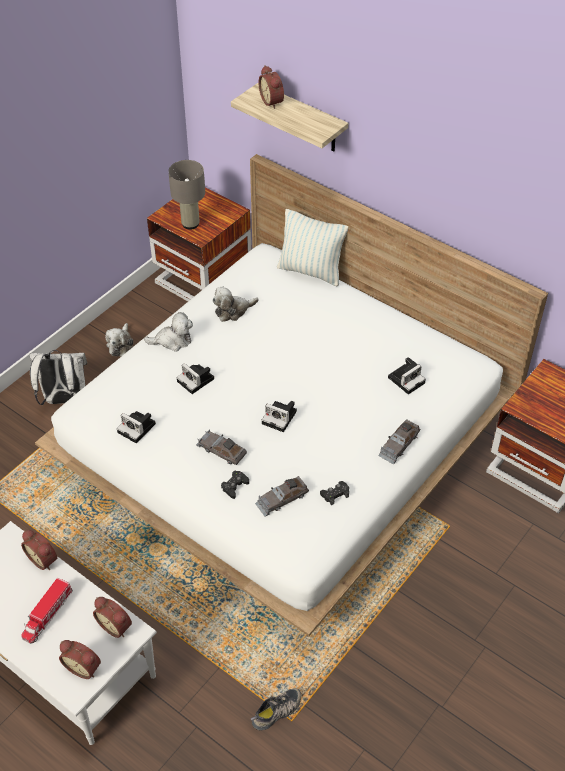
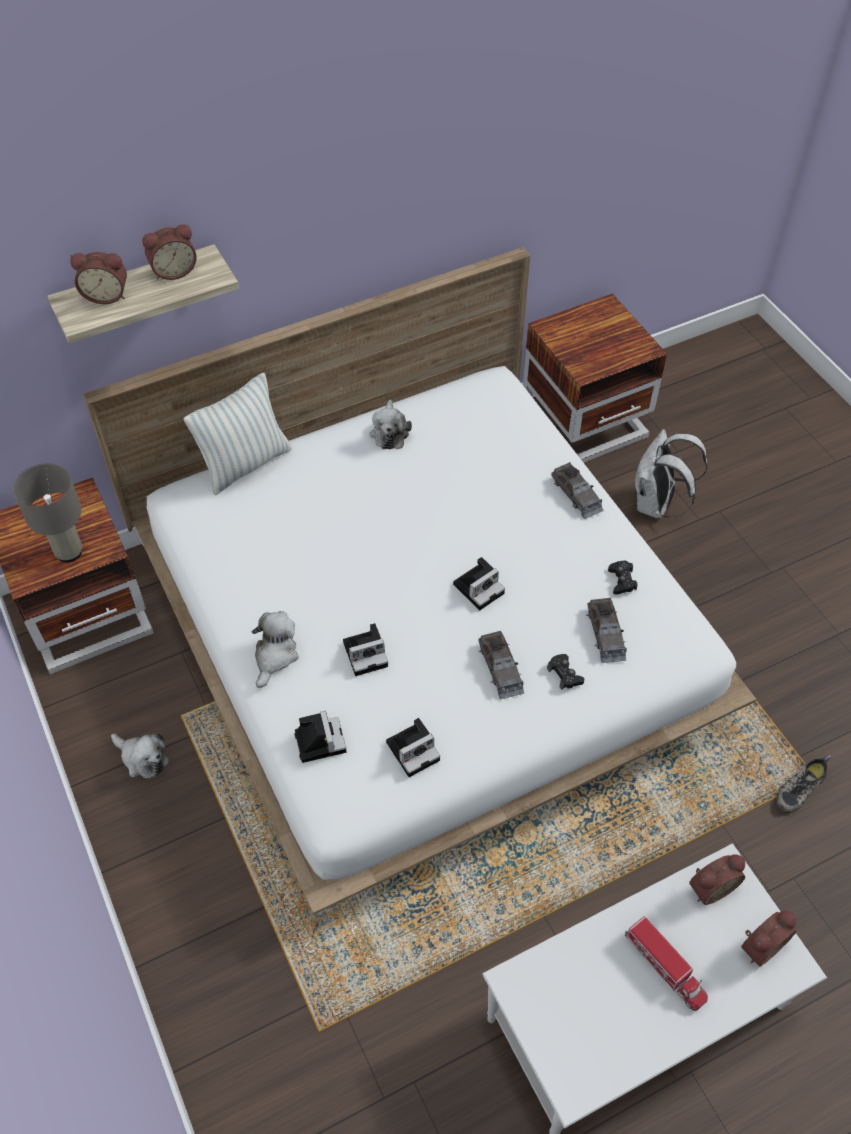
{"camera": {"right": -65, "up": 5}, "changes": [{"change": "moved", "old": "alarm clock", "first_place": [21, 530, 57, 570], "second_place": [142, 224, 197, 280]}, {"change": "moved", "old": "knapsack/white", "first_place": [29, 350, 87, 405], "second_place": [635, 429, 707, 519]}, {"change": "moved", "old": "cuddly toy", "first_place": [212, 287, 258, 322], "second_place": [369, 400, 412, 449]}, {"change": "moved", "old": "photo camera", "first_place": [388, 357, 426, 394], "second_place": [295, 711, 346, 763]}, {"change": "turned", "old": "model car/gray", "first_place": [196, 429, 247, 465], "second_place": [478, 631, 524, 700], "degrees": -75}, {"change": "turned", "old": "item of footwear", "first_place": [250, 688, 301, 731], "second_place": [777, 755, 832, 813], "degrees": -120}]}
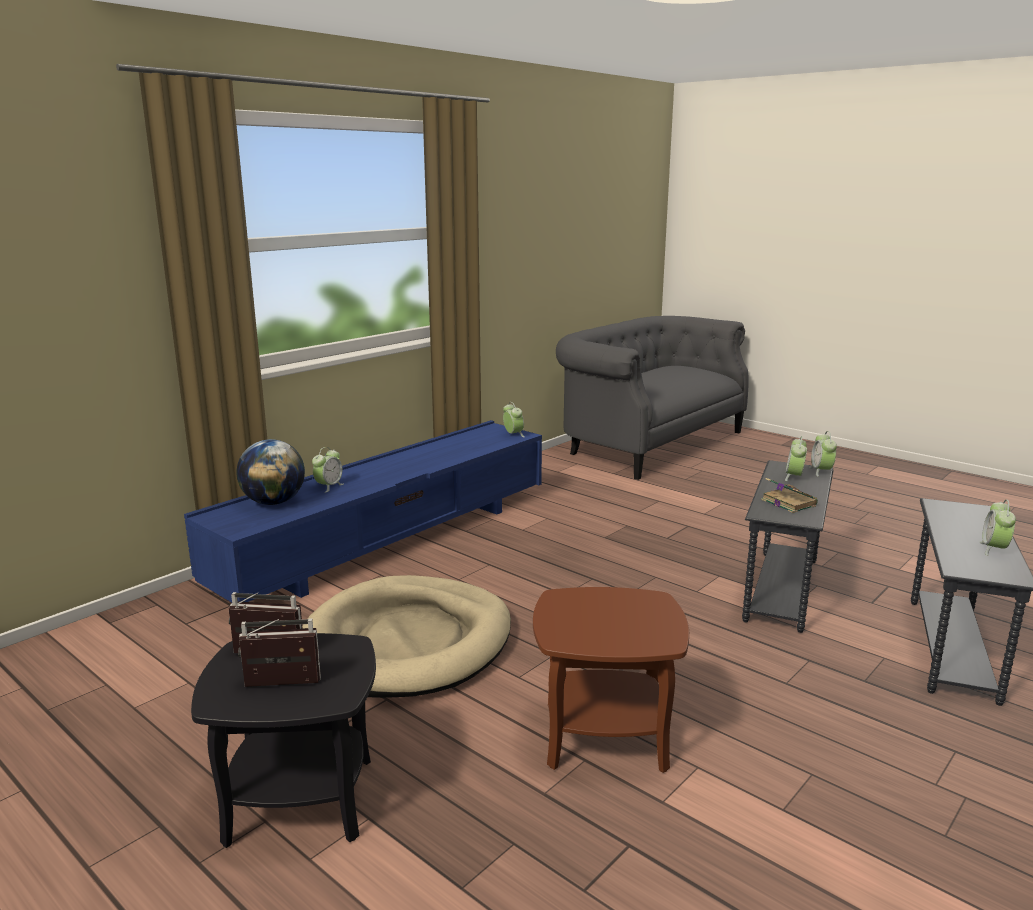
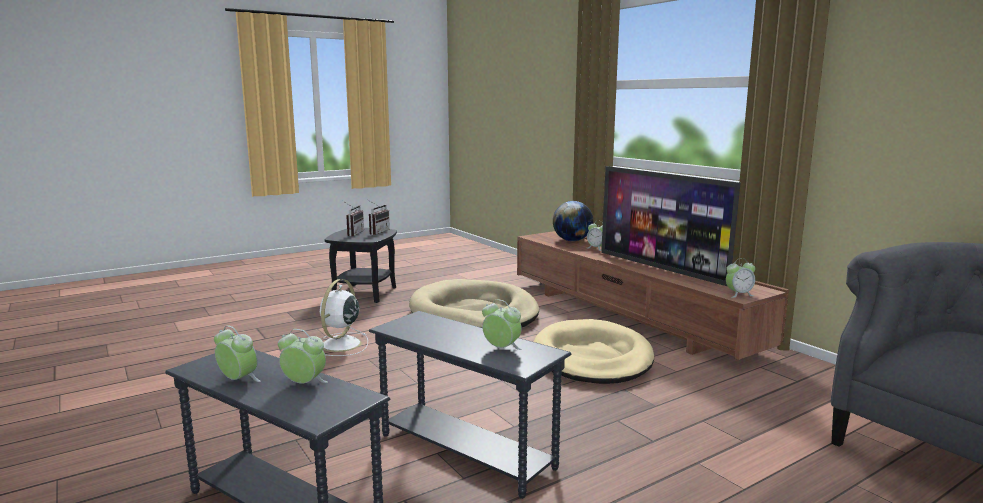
{"camera": {"right": 105, "up": -5}, "changes": [{"change": "removed", "old": "bound book", "first_place": [761, 478, 818, 513]}, {"change": "added", "new": "dog cushion/sand-coloured", "second_place": [534, 319, 654, 384]}, {"change": "added", "new": "TV set", "second_place": [601, 166, 740, 287]}, {"change": "moved", "old": "alarm clock", "first_place": [809, 431, 837, 477], "second_place": [278, 329, 328, 383]}, {"change": "replaced", "old": "side table/brown-coloured", "new": "electric fan/white", "first_place": [533, 587, 689, 773], "second_place": [320, 279, 368, 356]}, {"change": "recoloured", "old": "media console/bluish", "new": "media console/brown-coloured", "first_place": [184, 420, 542, 603], "second_place": [517, 231, 789, 360]}]}
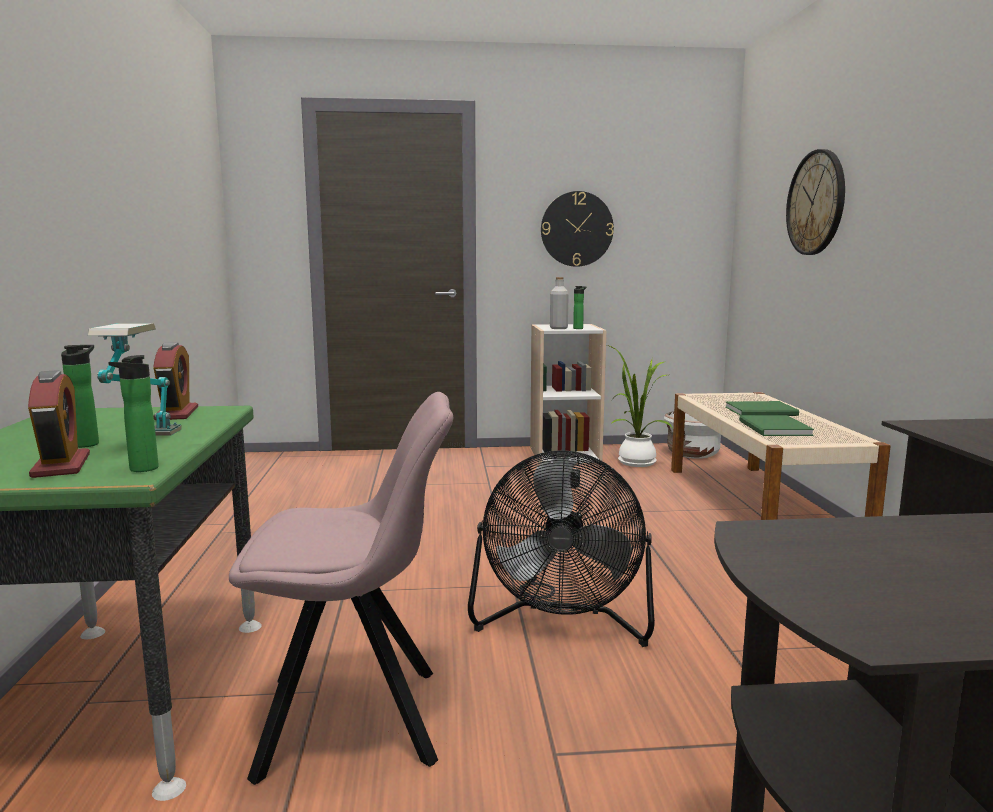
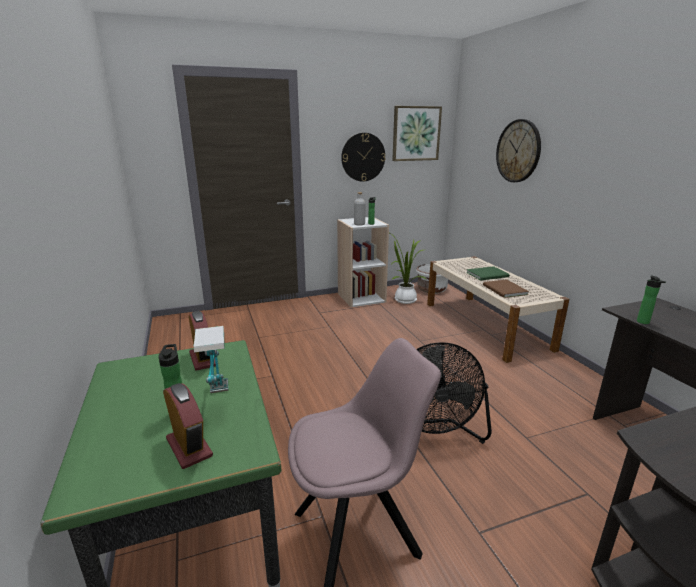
{"camera": {"right": -15, "up": 10}, "changes": [{"change": "added", "new": "wall picture", "second_place": [392, 106, 442, 161]}, {"change": "moved", "old": "beverage bottle", "first_place": [108, 355, 159, 472], "second_place": [637, 276, 666, 324]}, {"change": "recoloured", "old": "bound book/green-coloured", "new": "bound book/brown-coloured", "first_place": [739, 415, 814, 436], "second_place": [483, 280, 529, 298]}]}
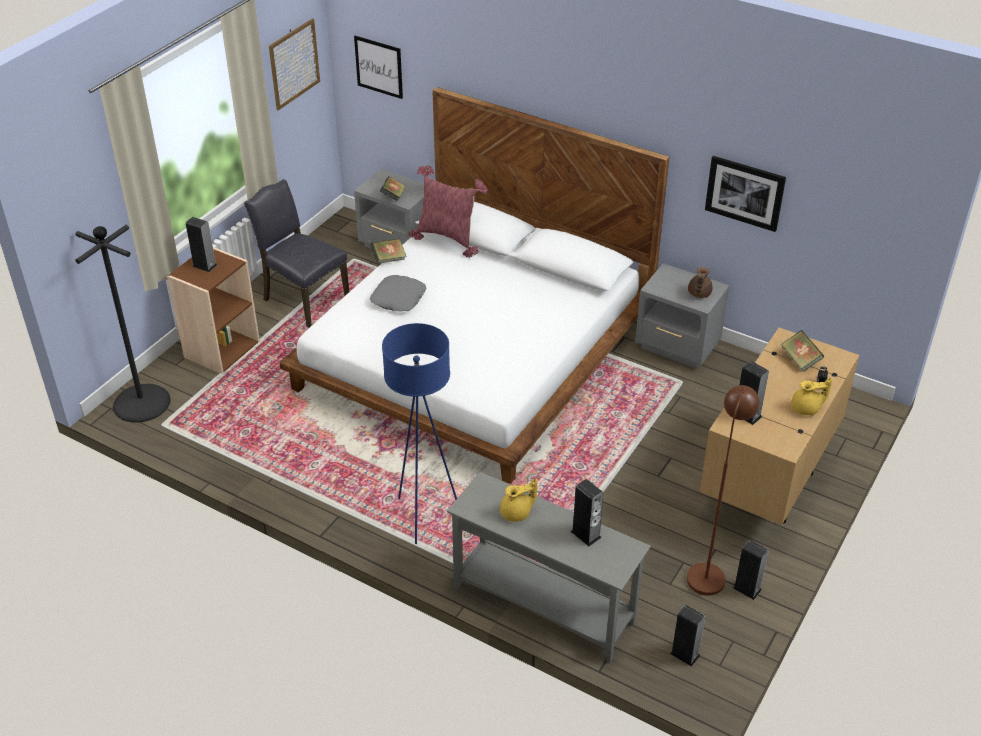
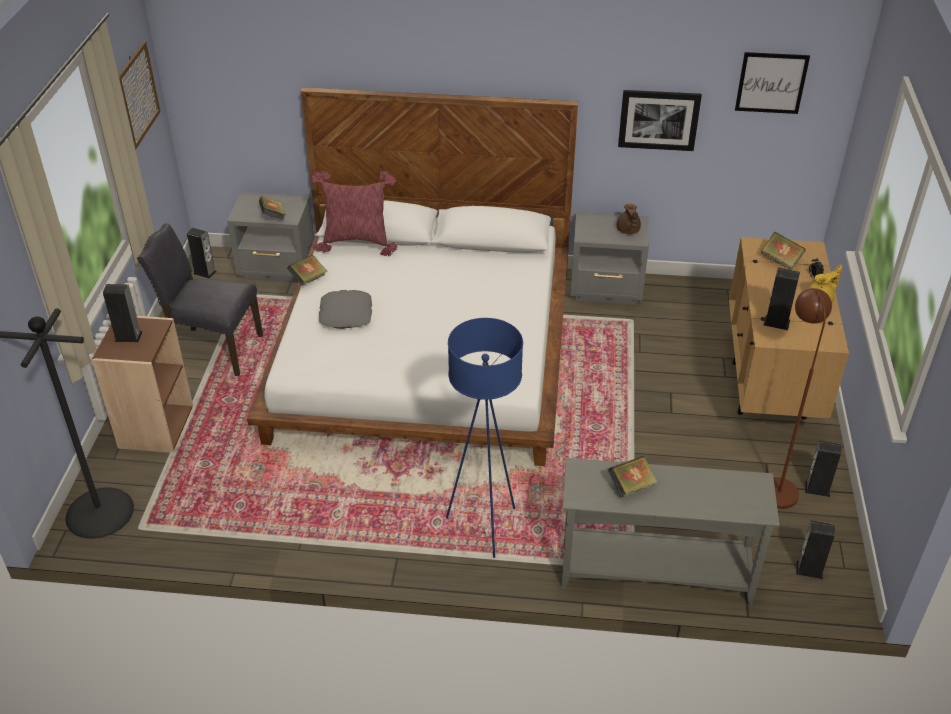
{"camera": {"right": -25, "up": 0}, "changes": [{"change": "moved", "old": "wall picture", "first_place": [354, 36, 403, 99], "second_place": [735, 52, 810, 114]}, {"change": "moved", "old": "audio speaker", "first_place": [571, 479, 603, 546], "second_place": [187, 228, 217, 279]}, {"change": "replaced", "old": "tea pot/yellow", "new": "bound book", "first_place": [500, 478, 537, 522], "second_place": [608, 456, 658, 497]}]}
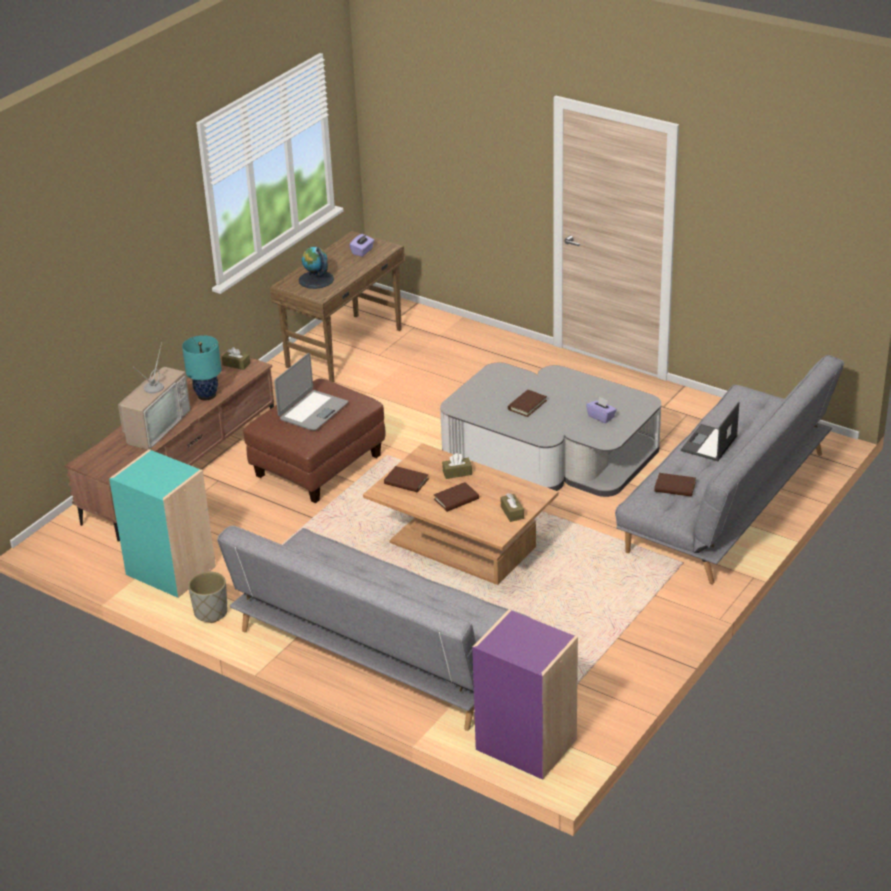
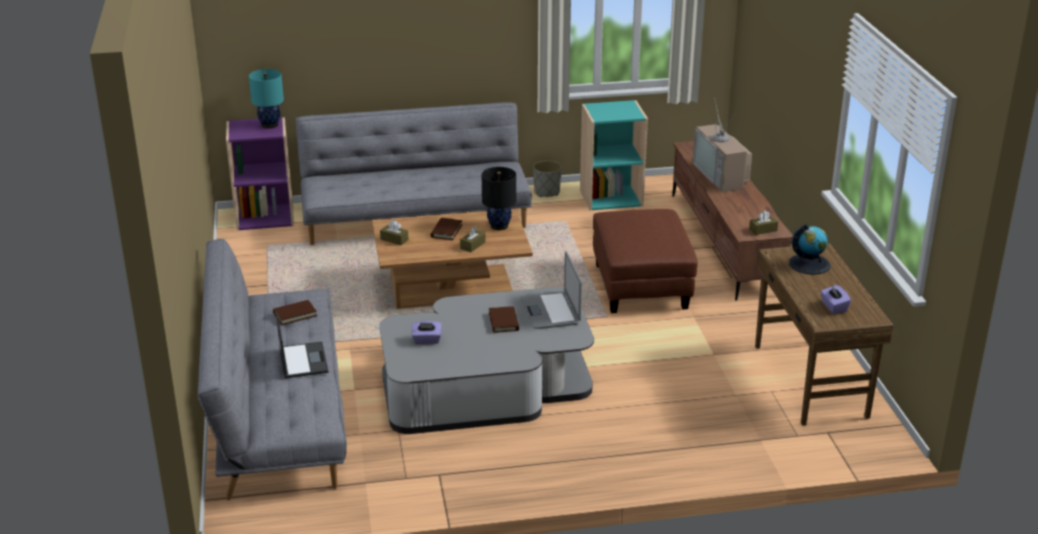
{"camera": {"right": 135, "up": -5}, "changes": [{"change": "moved", "old": "table lamp/turquoise", "first_place": [182, 335, 221, 401], "second_place": [249, 69, 284, 129]}, {"change": "moved", "old": "notebook computer", "first_place": [274, 353, 348, 430], "second_place": [520, 252, 582, 329]}, {"change": "replaced", "old": "bound book/brown-coloured", "new": "table lamp/black", "first_place": [384, 466, 428, 492], "second_place": [482, 167, 516, 230]}]}
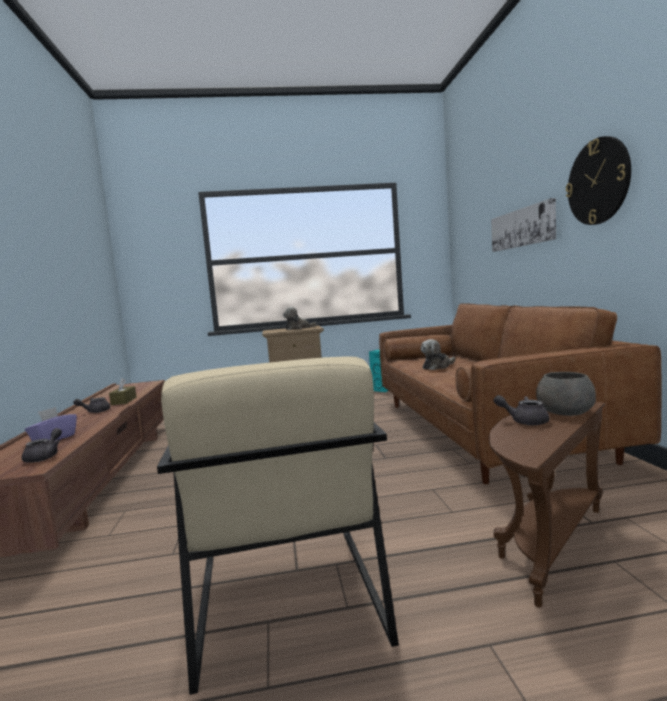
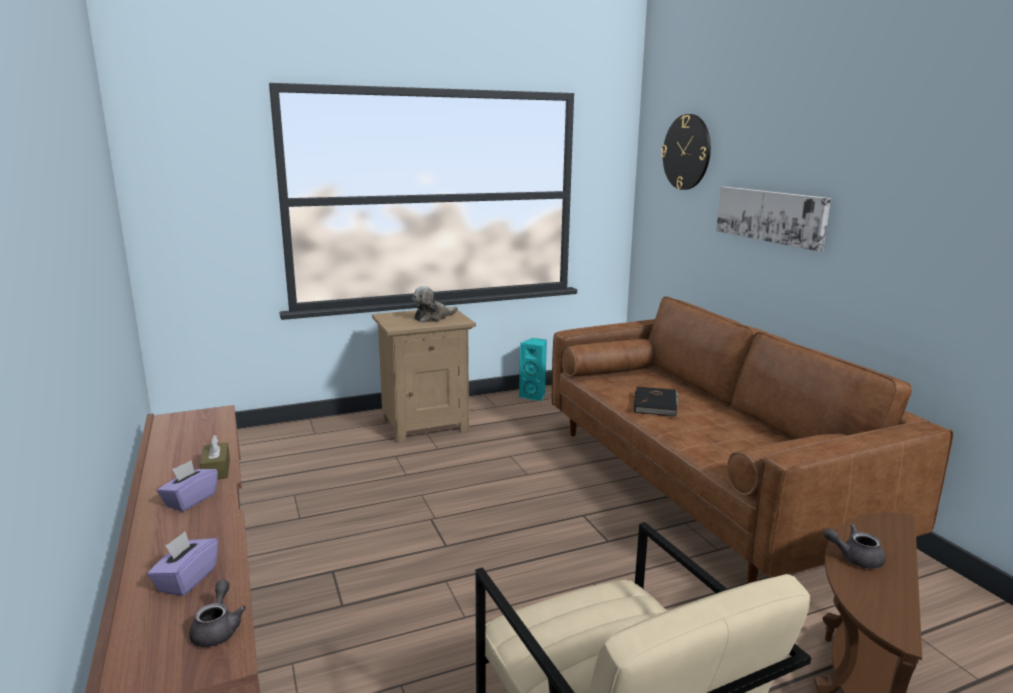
{"camera": {"right": -15, "up": 10}, "changes": [{"change": "removed", "old": "deep dish/gray", "first_place": [536, 372, 596, 416]}, {"change": "moved", "old": "hanging clock", "first_place": [566, 136, 631, 225], "second_place": [661, 114, 711, 190]}, {"change": "replaced", "old": "tea pot/gray", "new": "tissue holder/purplish", "first_place": [73, 397, 110, 413], "second_place": [157, 460, 218, 512]}, {"change": "replaced", "old": "cuddly toy", "new": "bound book/black", "first_place": [421, 339, 455, 370], "second_place": [634, 386, 679, 416]}]}
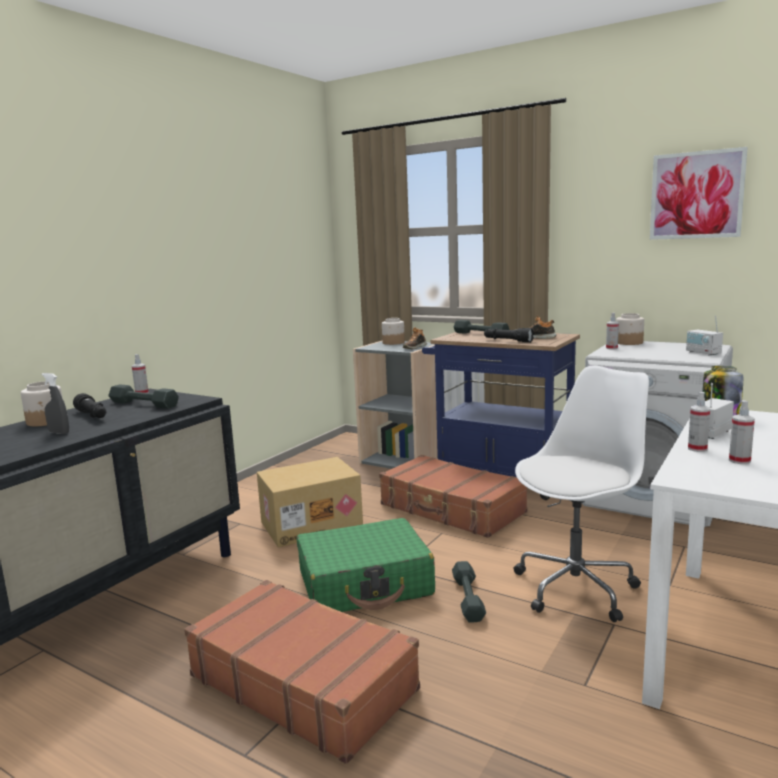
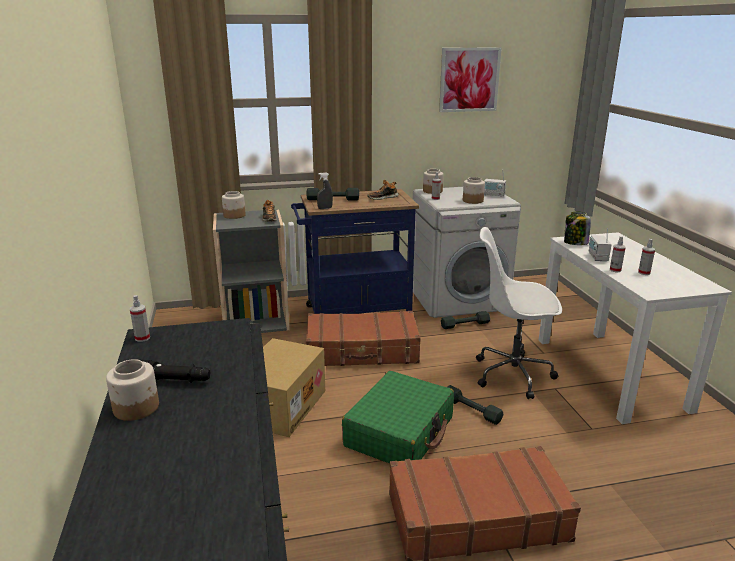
{"camera": {"right": -45, "up": 10}, "changes": [{"change": "removed", "old": "torch/black", "first_place": [484, 328, 534, 343]}, {"change": "added", "new": "storage jar", "second_place": [463, 177, 485, 204]}, {"change": "moved", "old": "sprayer/gray", "first_place": [41, 373, 69, 434], "second_place": [317, 172, 333, 209]}, {"change": "moved", "old": "hand weight/gray", "first_place": [108, 385, 179, 409], "second_place": [441, 311, 490, 329]}, {"change": "turned", "old": "desk chair/white", "first_place": [513, 366, 649, 622], "second_place": [476, 227, 562, 399], "degrees": -90}]}
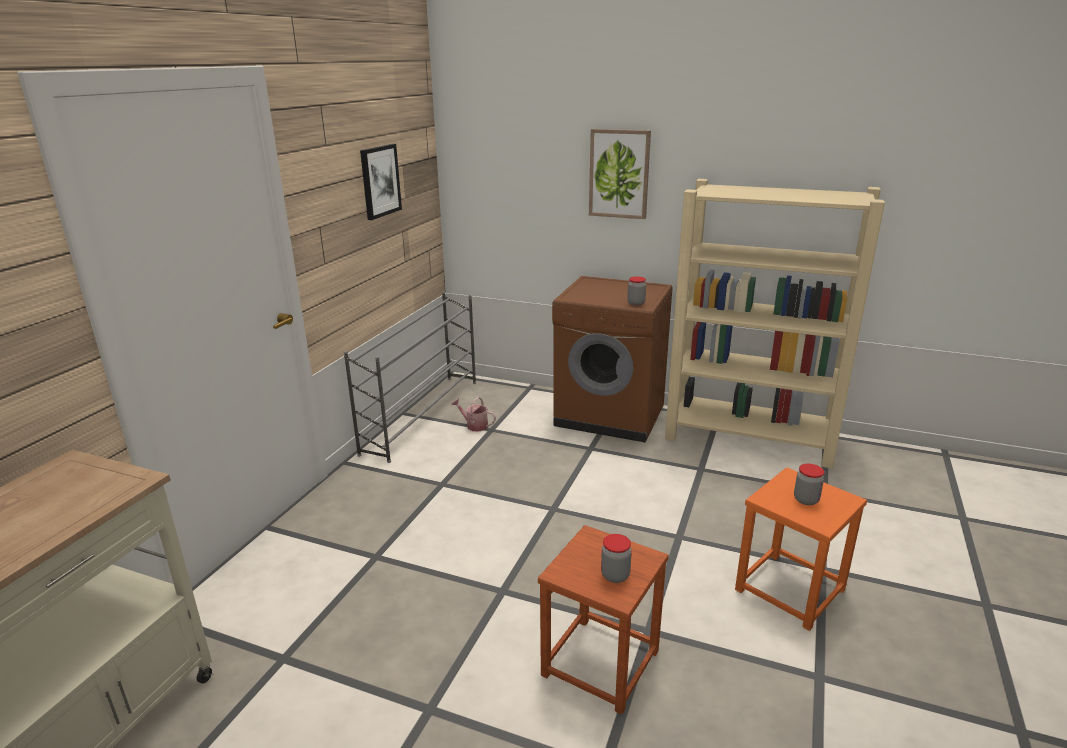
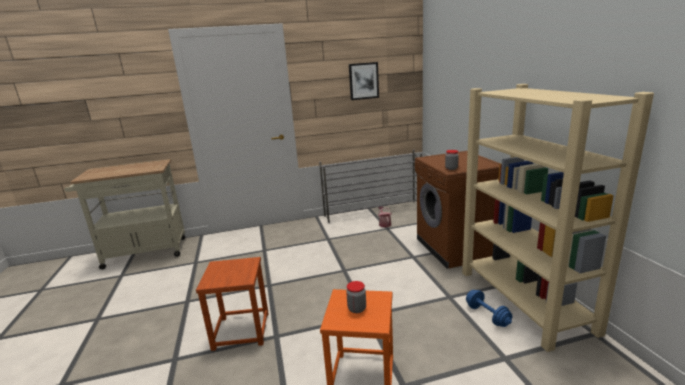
{"camera": {"right": 55, "up": -5}, "changes": [{"change": "removed", "old": "wall picture", "first_place": [589, 129, 651, 219]}, {"change": "removed", "old": "storage jar", "first_place": [601, 534, 632, 583]}, {"change": "added", "new": "hand weight/bluish", "second_place": [466, 290, 512, 327]}]}
